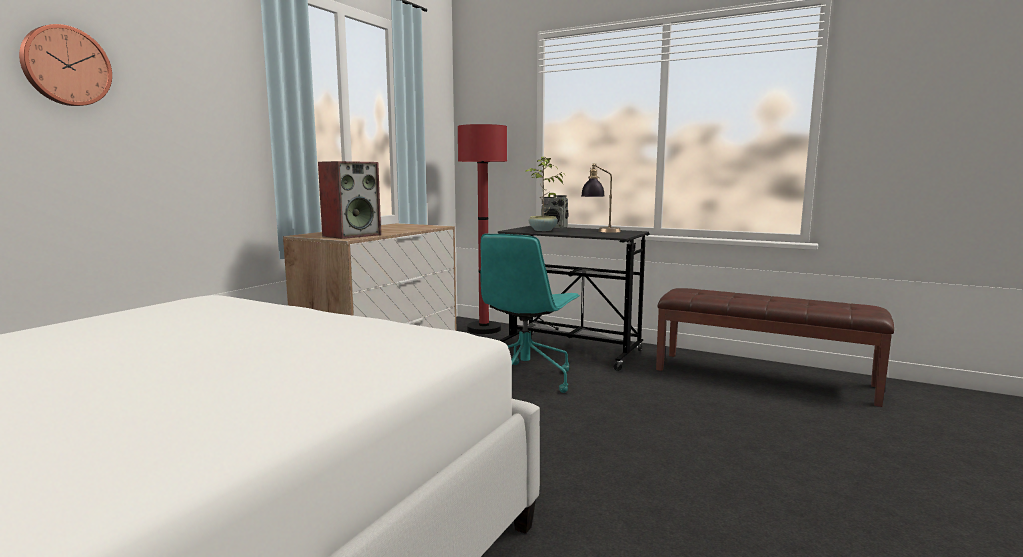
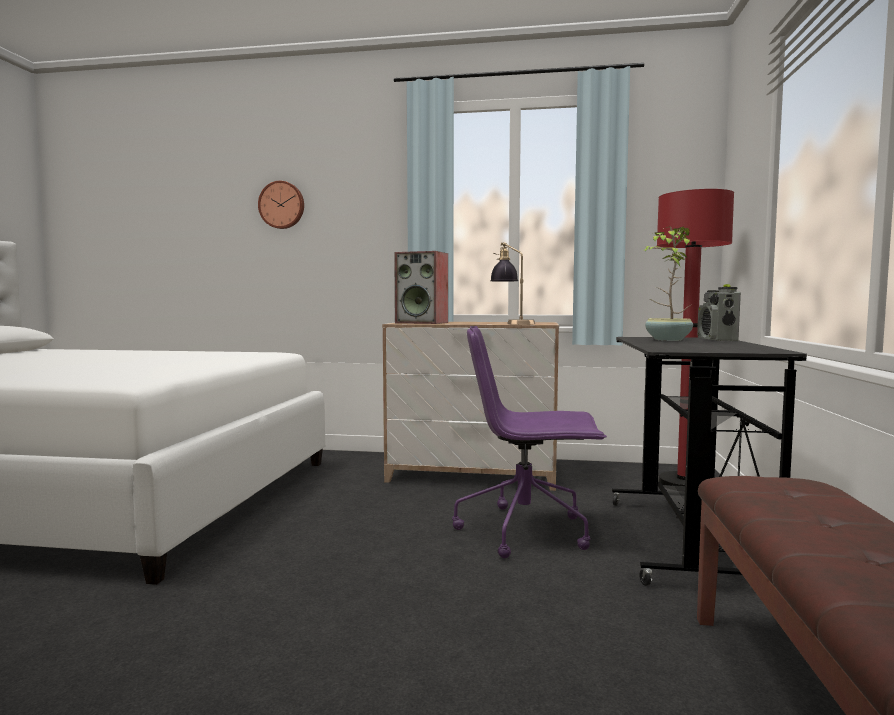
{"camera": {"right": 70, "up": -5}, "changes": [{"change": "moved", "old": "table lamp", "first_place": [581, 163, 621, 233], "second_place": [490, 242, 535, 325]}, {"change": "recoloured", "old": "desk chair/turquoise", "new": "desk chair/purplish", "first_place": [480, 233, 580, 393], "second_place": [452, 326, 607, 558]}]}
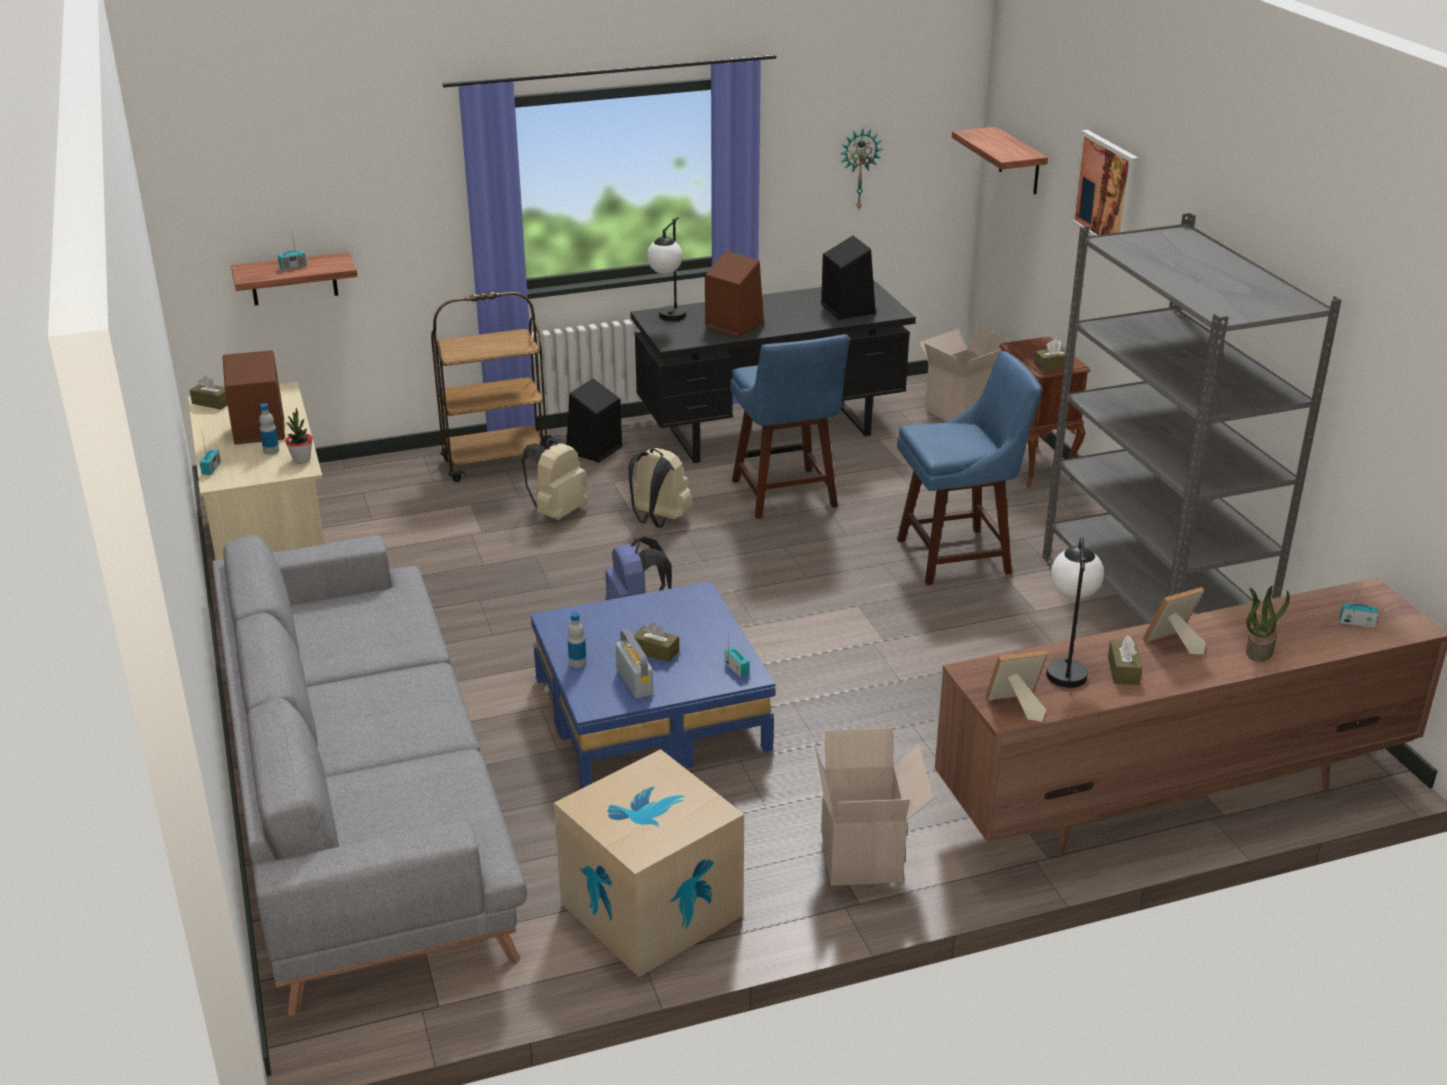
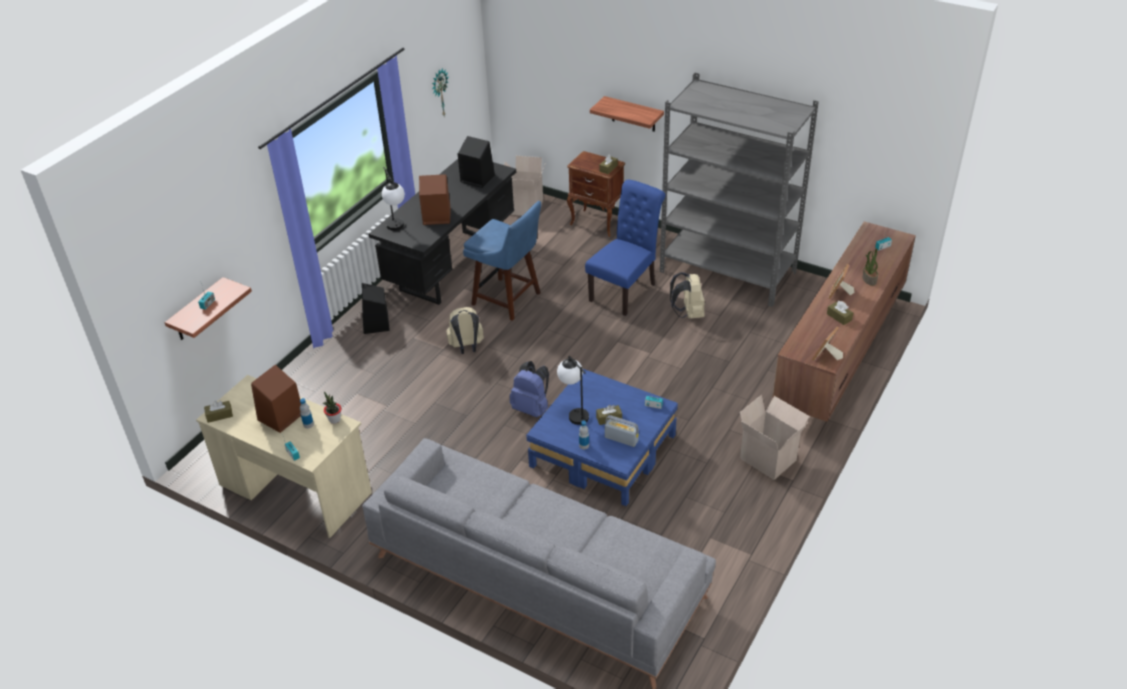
{"camera": {"right": -40, "up": 10}, "changes": [{"change": "removed", "old": "cart/brown-coloured", "first_place": [431, 292, 547, 482]}, {"change": "removed", "old": "cardboard box", "first_place": [554, 749, 744, 977]}, {"change": "removed", "old": "wall picture", "first_place": [1071, 130, 1138, 236]}, {"change": "moved", "old": "knapsack/sand-coloured", "first_place": [522, 435, 588, 520], "second_place": [670, 272, 705, 318]}, {"change": "moved", "old": "bracket shelf", "first_place": [952, 127, 1048, 194], "second_place": [590, 96, 664, 132]}, {"change": "moved", "old": "table lamp", "first_place": [1046, 537, 1104, 688], "second_place": [557, 356, 589, 425]}, {"change": "replaced", "old": "stool/bluish", "new": "plain chair/bluish", "first_place": [897, 351, 1042, 585], "second_place": [585, 180, 665, 316]}]}
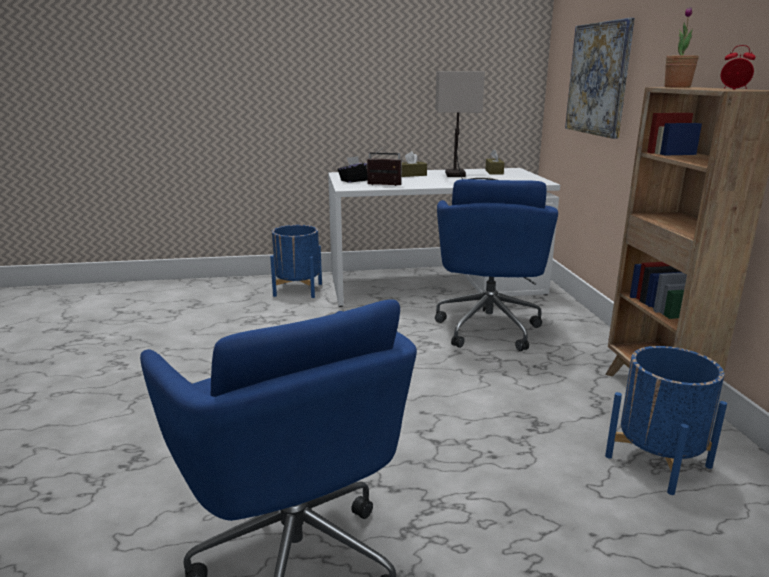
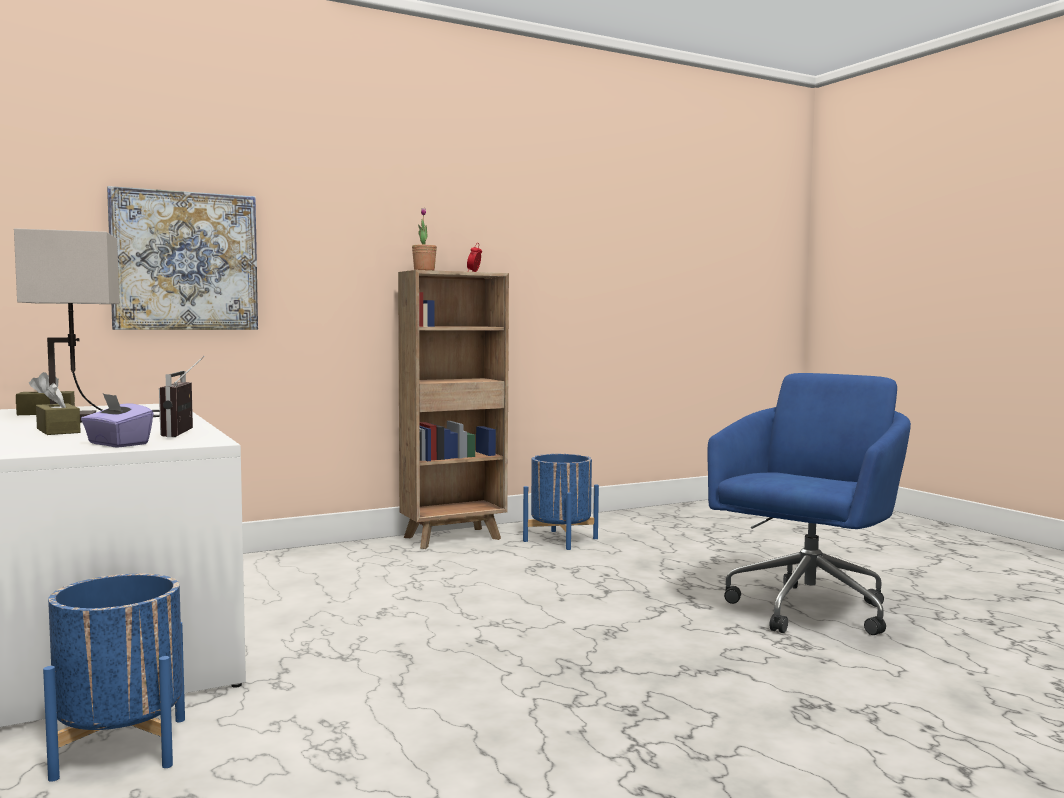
{"camera": {"right": -110, "up": -15}, "changes": [{"change": "removed", "old": "desk chair/bluish", "first_place": [435, 179, 558, 351]}, {"change": "recoloured", "old": "tissue holder/black", "new": "tissue holder/purplish", "first_place": [338, 156, 367, 183], "second_place": [81, 393, 154, 447]}]}
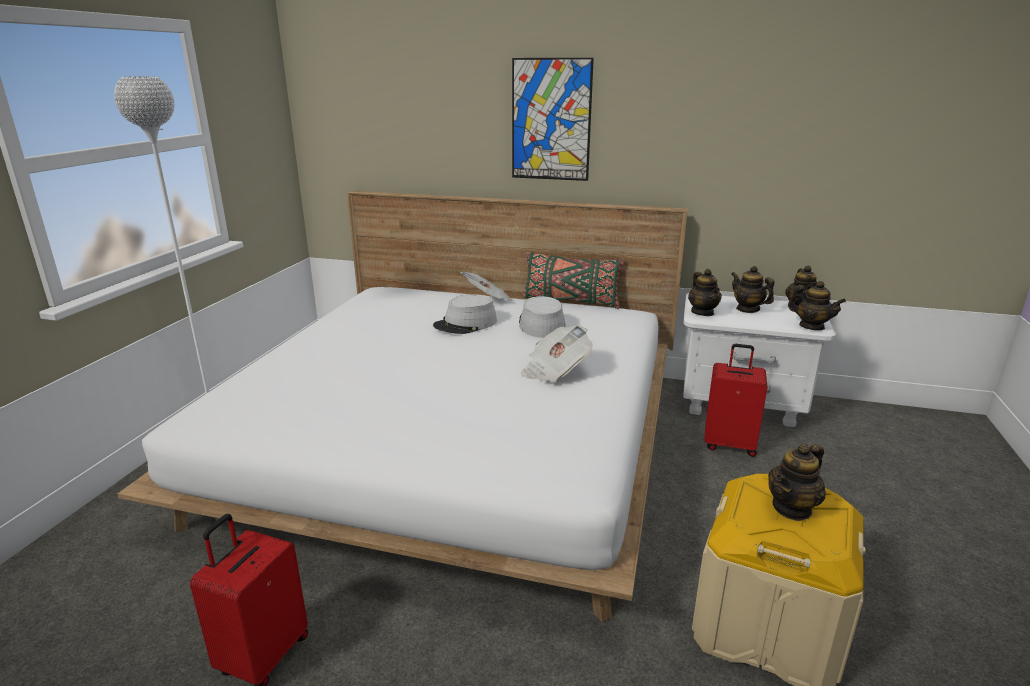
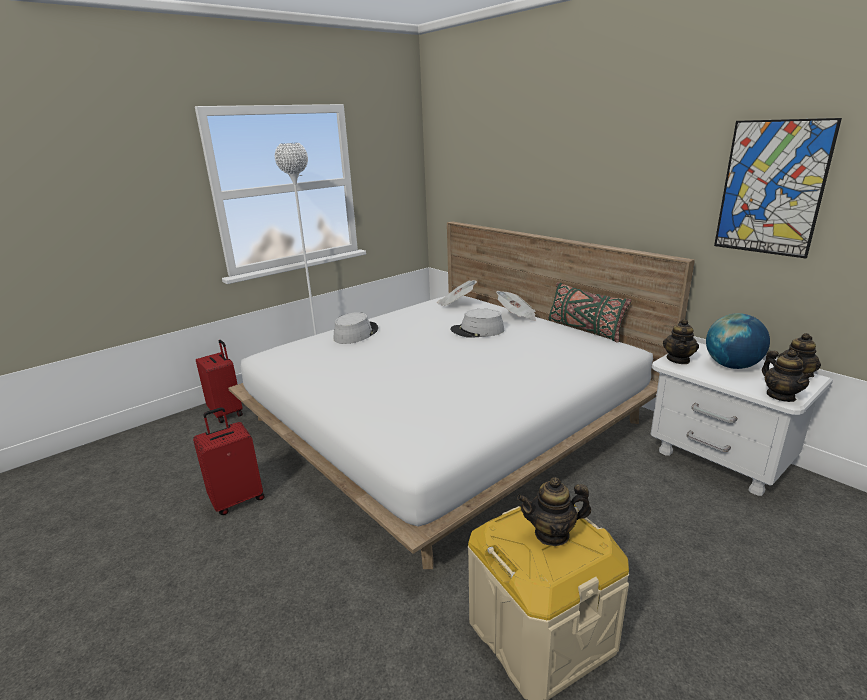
{"camera": {"right": 35, "up": 0}, "changes": [{"change": "moved", "old": "wall picture", "first_place": [512, 58, 594, 181], "second_place": [714, 118, 842, 258]}, {"change": "moved", "old": "clothing hat/gray", "first_place": [519, 296, 566, 338], "second_place": [333, 312, 378, 344]}, {"change": "moved", "old": "newspaper", "first_place": [521, 325, 593, 383], "second_place": [437, 280, 477, 307]}, {"change": "moved", "old": "suitcase/red-coloured", "first_place": [704, 344, 768, 457], "second_place": [196, 340, 243, 423]}, {"change": "replaced", "old": "tea pot", "new": "desk globe", "first_place": [731, 266, 774, 313], "second_place": [706, 313, 770, 369]}]}
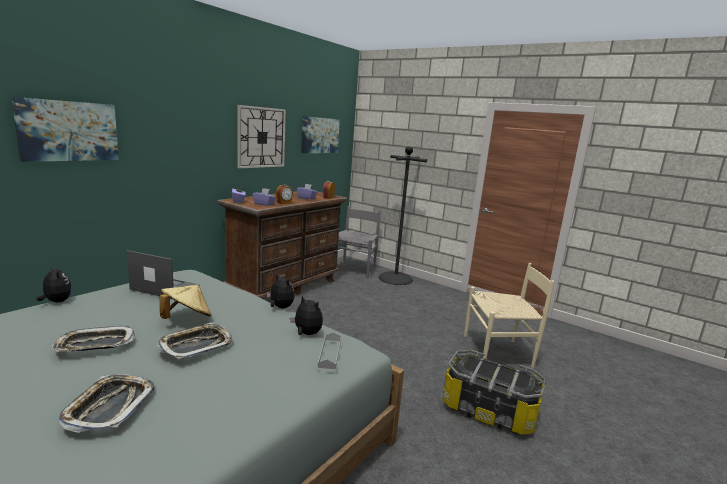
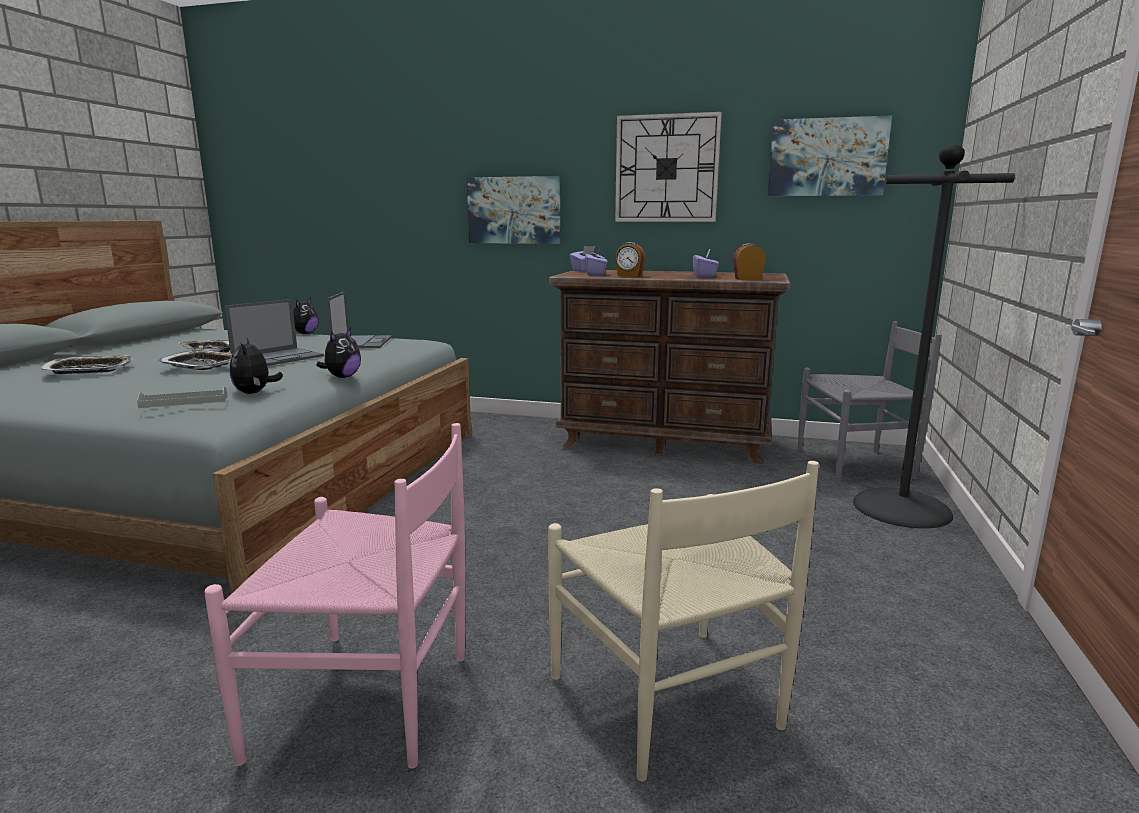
{"camera": {"right": 70, "up": 0}, "changes": [{"change": "moved", "old": "wall picture", "first_place": [11, 97, 119, 162], "second_place": [467, 176, 560, 244]}, {"change": "replaced", "old": "clothing hat/sand-coloured", "new": "notebook computer", "first_place": [160, 285, 212, 319], "second_place": [224, 299, 324, 366]}, {"change": "replaced", "old": "storage container", "new": "plain chair/pink", "first_place": [443, 350, 546, 435], "second_place": [204, 423, 466, 769]}, {"change": "turned", "old": "cuddly toy", "first_place": [290, 295, 323, 335], "second_place": [230, 338, 283, 394], "degrees": 150}]}
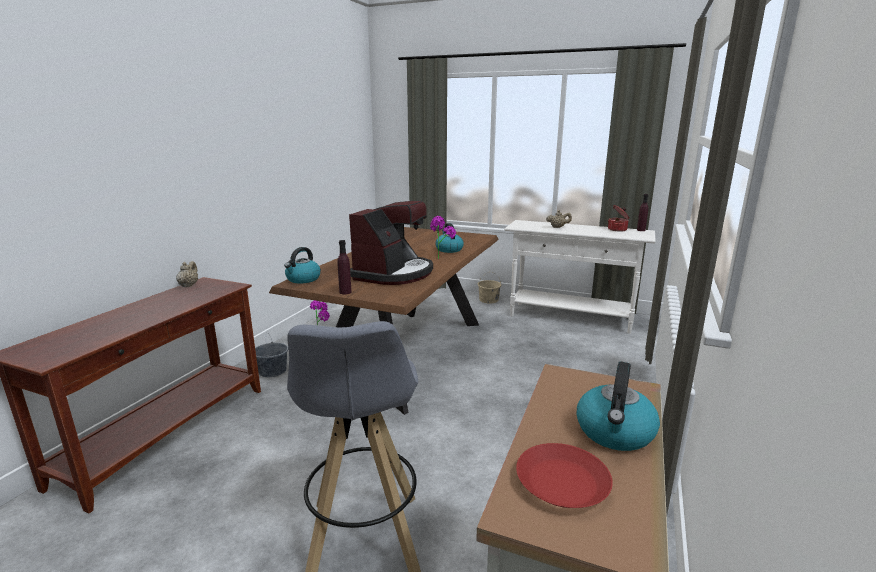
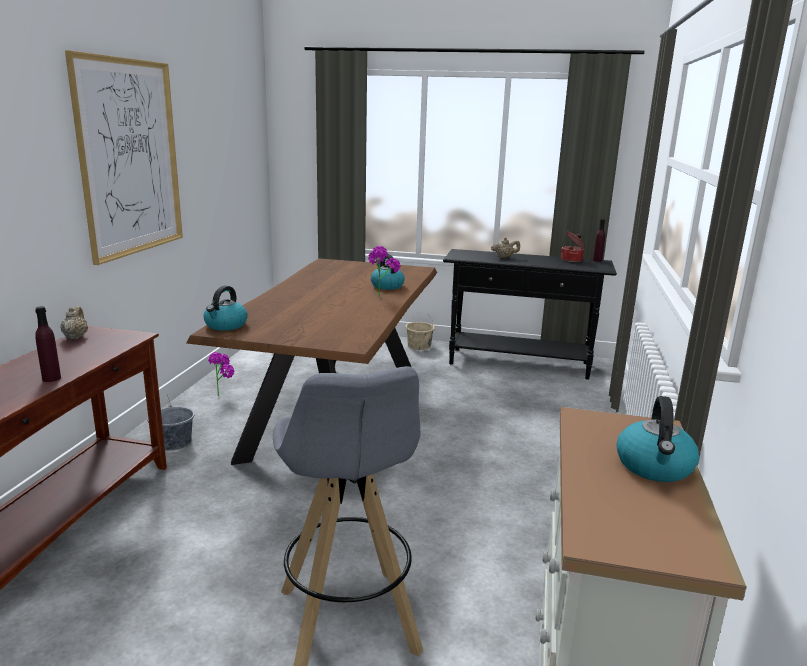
{"camera": {"right": -10, "up": 0}, "changes": [{"change": "removed", "old": "coffee machine", "first_place": [349, 200, 433, 285]}, {"change": "removed", "old": "plate/red-coloured", "first_place": [516, 443, 613, 508]}, {"change": "added", "new": "wall picture", "second_place": [65, 50, 183, 265]}, {"change": "moved", "old": "beverage bottle/purplish", "first_place": [337, 240, 351, 294], "second_place": [35, 306, 61, 382]}, {"change": "recoloured", "old": "hall table/white", "new": "hall table/black", "first_place": [504, 220, 656, 334], "second_place": [443, 249, 617, 380]}]}
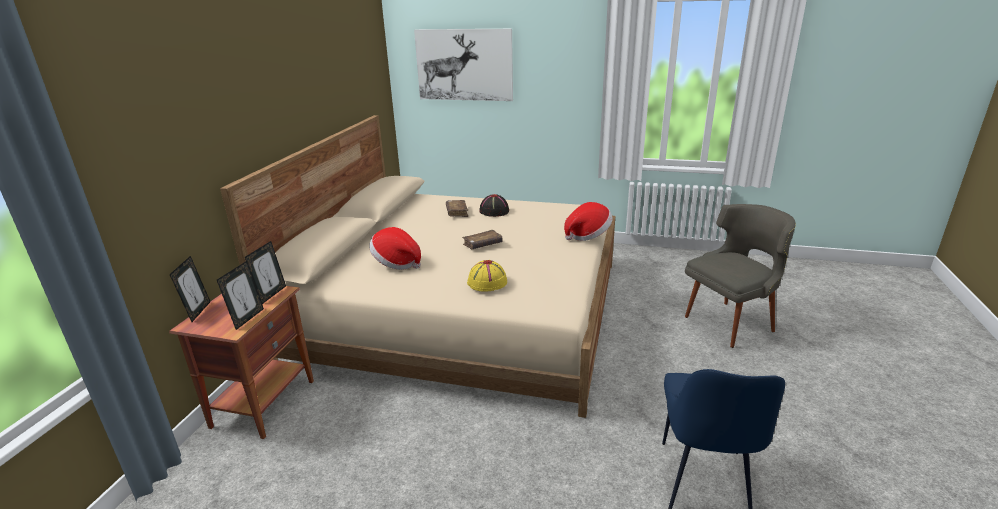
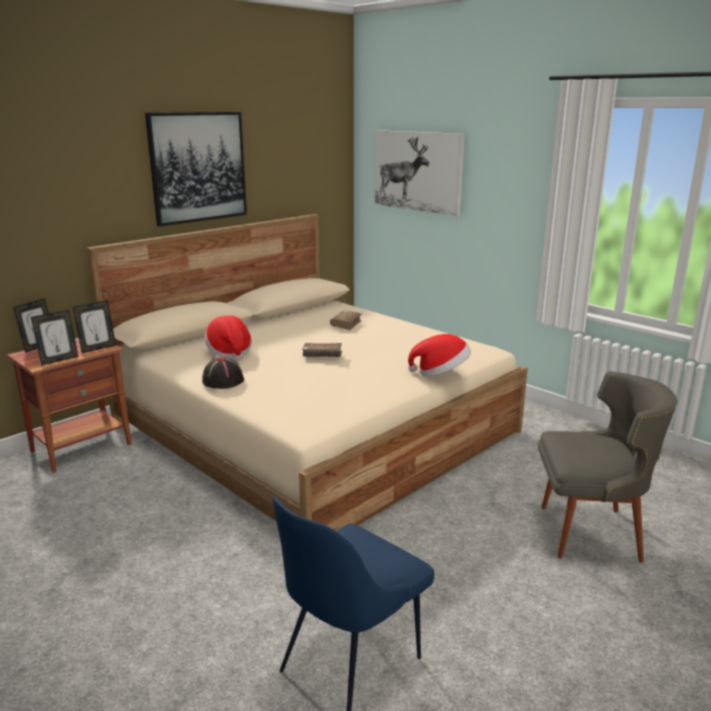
{"camera": {"right": 30, "up": -5}, "changes": [{"change": "removed", "old": "clothing hat/yellow", "first_place": [467, 260, 507, 291]}, {"change": "added", "new": "wall picture", "second_place": [145, 112, 247, 227]}, {"change": "moved", "old": "clothing hat/black", "first_place": [479, 194, 509, 217], "second_place": [202, 357, 244, 389]}]}
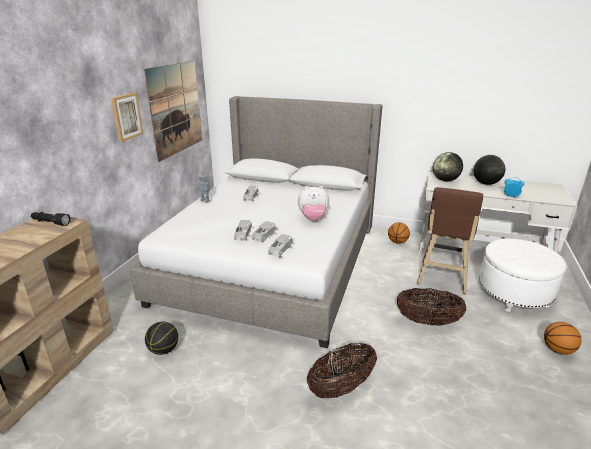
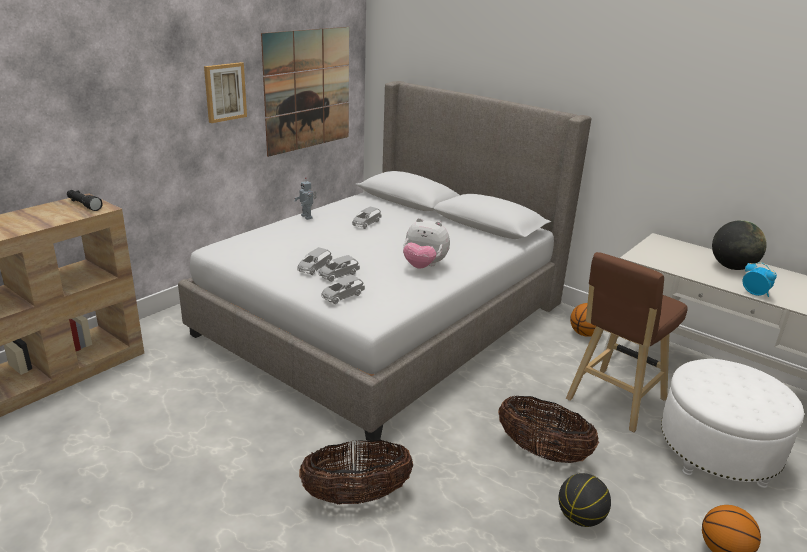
{"camera": {"right": 20, "up": 0}, "changes": [{"change": "removed", "old": "desk globe", "first_place": [433, 152, 463, 181]}, {"change": "moved", "old": "basketball", "first_place": [145, 322, 178, 355], "second_place": [559, 473, 611, 527]}]}
